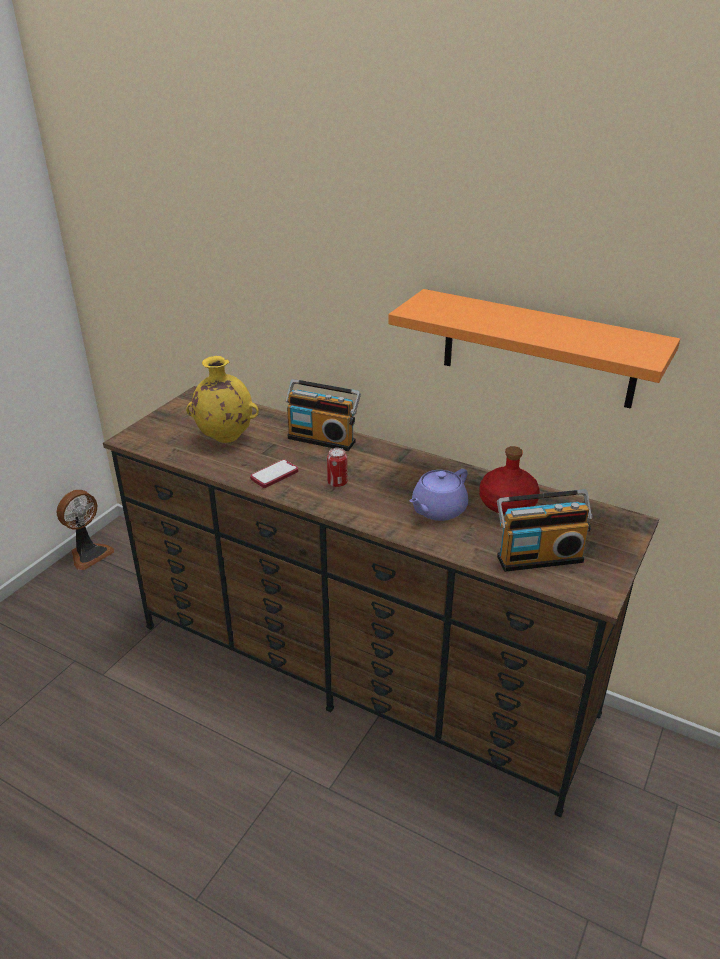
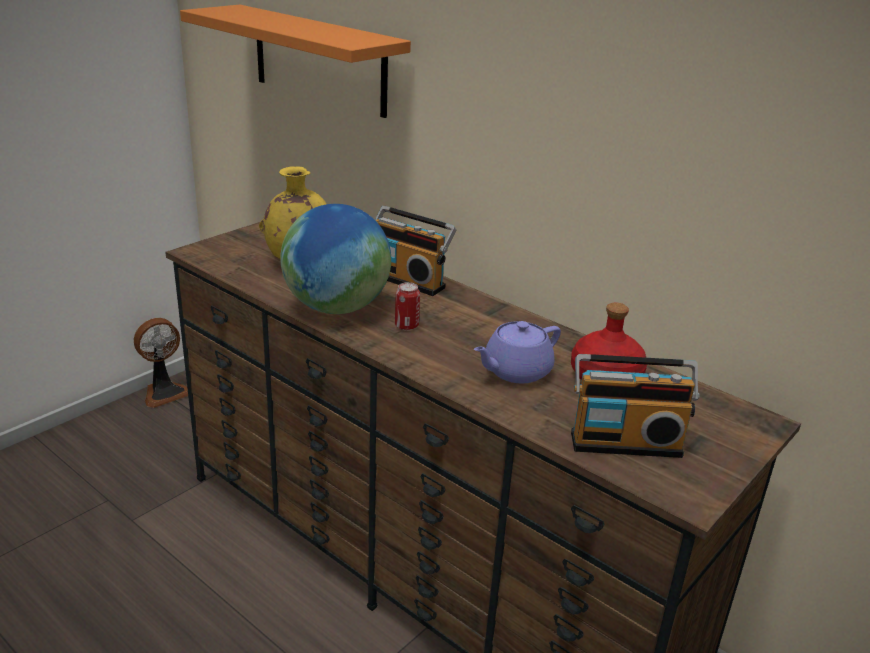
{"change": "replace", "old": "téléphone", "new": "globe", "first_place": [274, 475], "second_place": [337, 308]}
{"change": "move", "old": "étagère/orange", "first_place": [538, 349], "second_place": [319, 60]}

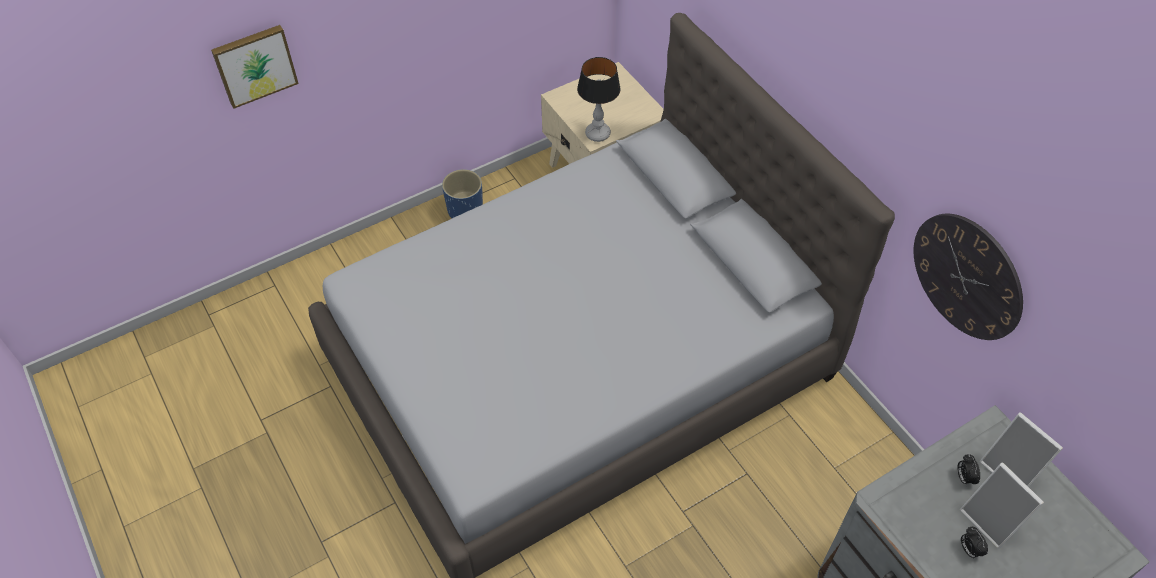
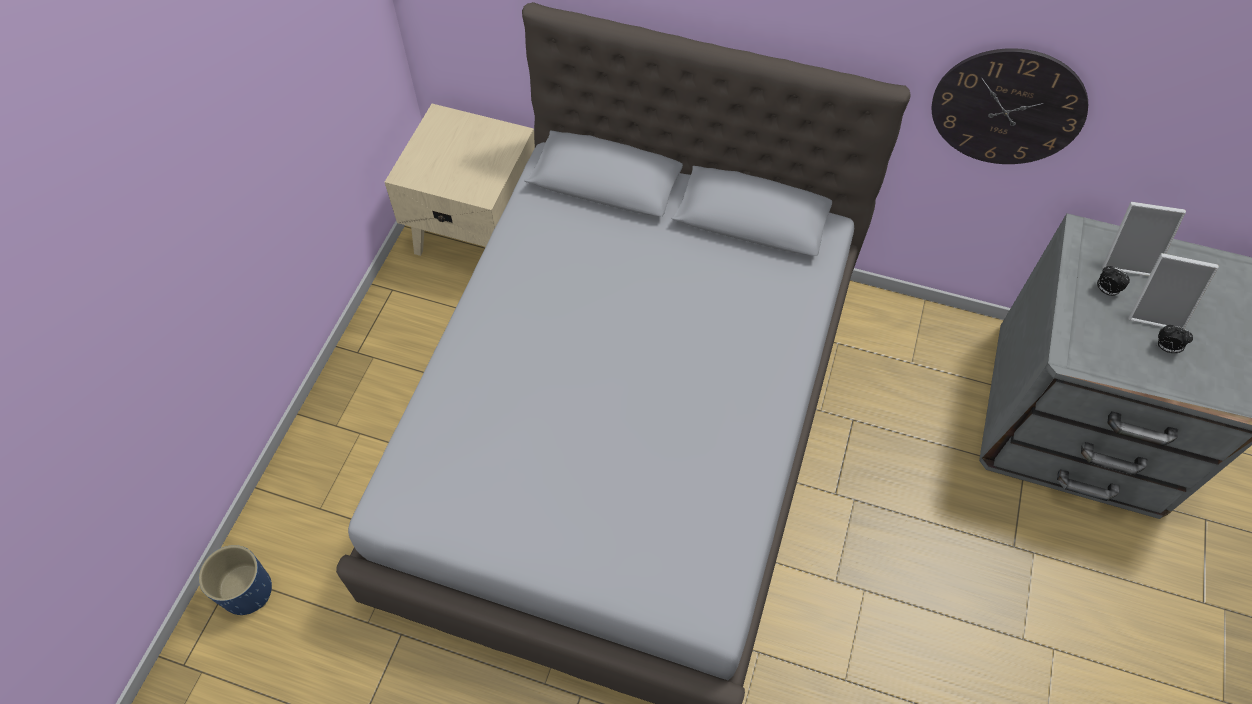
{"change": "delete", "old": "tableau", "first_place": [254, 64]}
{"change": "move", "old": "cache-pot/bleu", "first_place": [465, 210], "second_place": [247, 590]}
{"change": "delete", "old": "lampe de table", "first_place": [597, 134]}

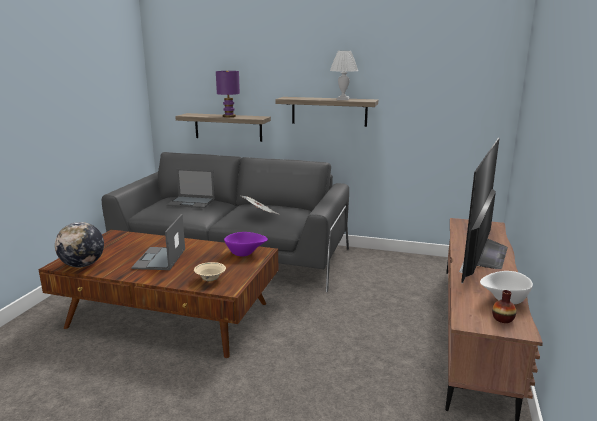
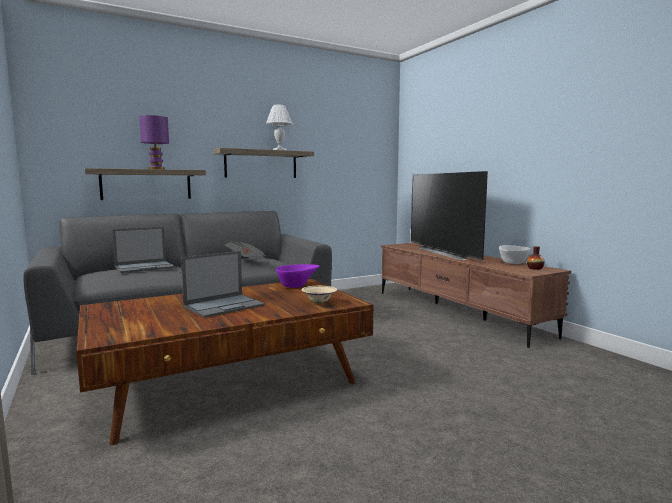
{"change": "delete", "old": "globe", "first_place": [83, 265]}
{"change": "rotate", "old": "ordinateur portable", "first_place": [159, 259], "second_place": [225, 306], "degrees": -90}

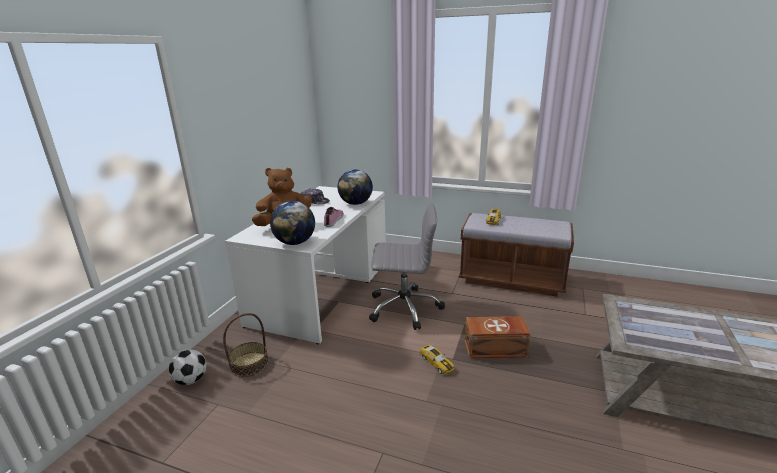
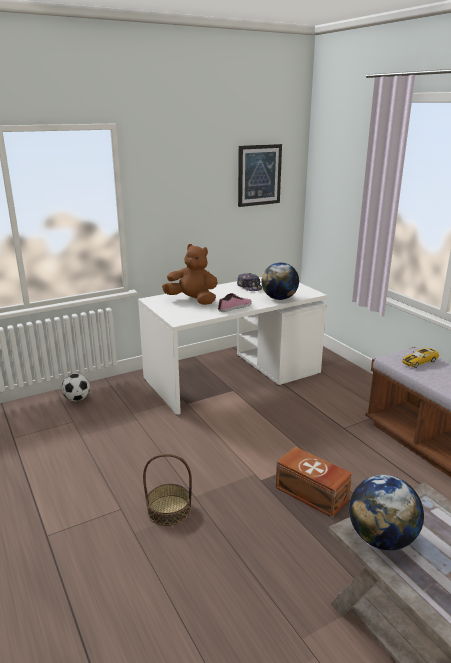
{"change": "move", "old": "panier", "first_place": [249, 364], "second_place": [169, 510]}
{"change": "move", "old": "globe", "first_place": [295, 243], "second_place": [381, 539]}
{"change": "delete", "old": "chaise de bureau/gris", "first_place": [405, 308]}
{"change": "delete", "old": "petite voiture", "first_place": [437, 363]}
{"change": "insert", "new": "tableau", "second_place": [259, 175]}

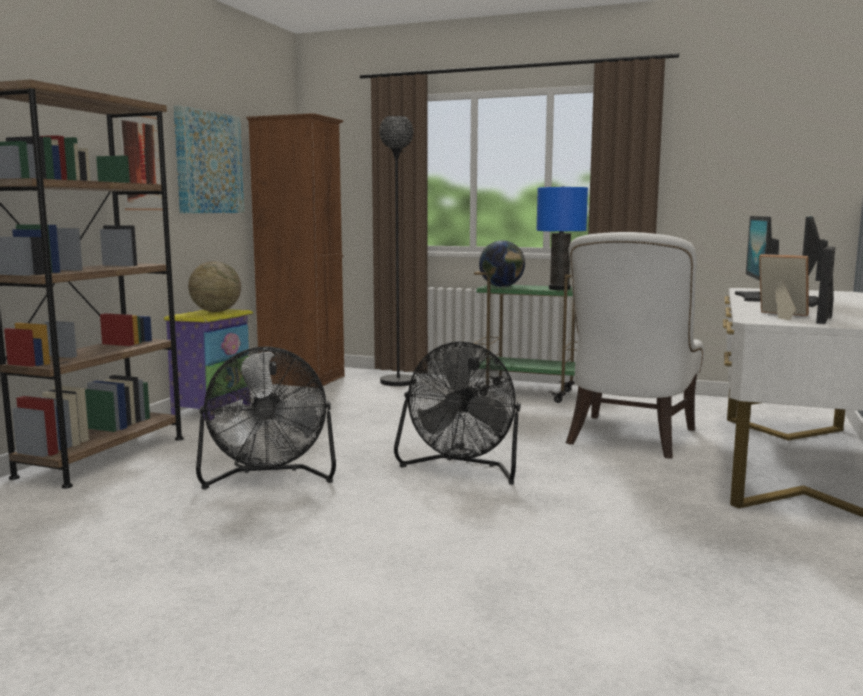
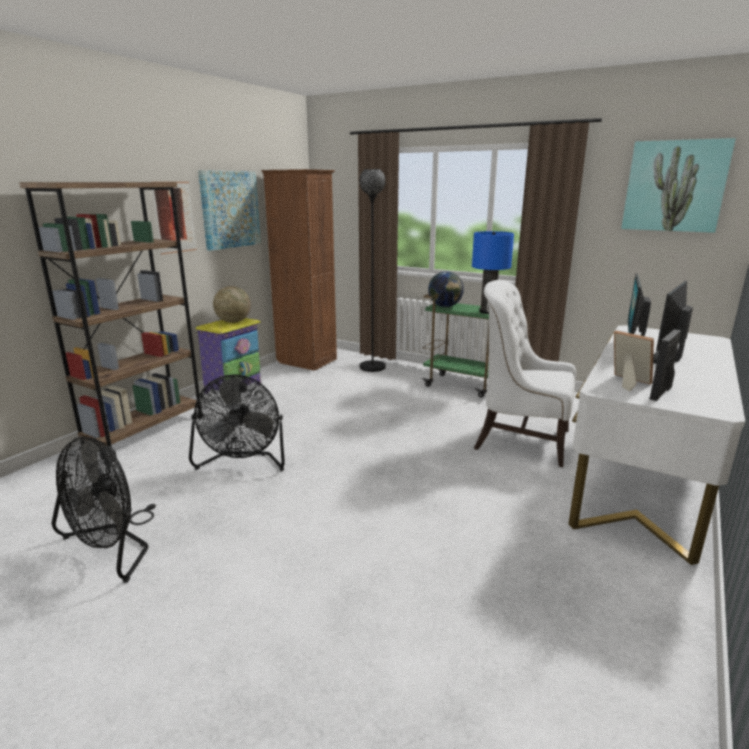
{"change": "move", "old": "ventilateur/noir", "first_place": [460, 467], "second_place": [114, 544]}
{"change": "rotate", "old": "chaise/blanc", "first_place": [629, 437], "second_place": [520, 439], "degrees": 75}
{"change": "insert", "new": "tableau", "second_place": [674, 186]}

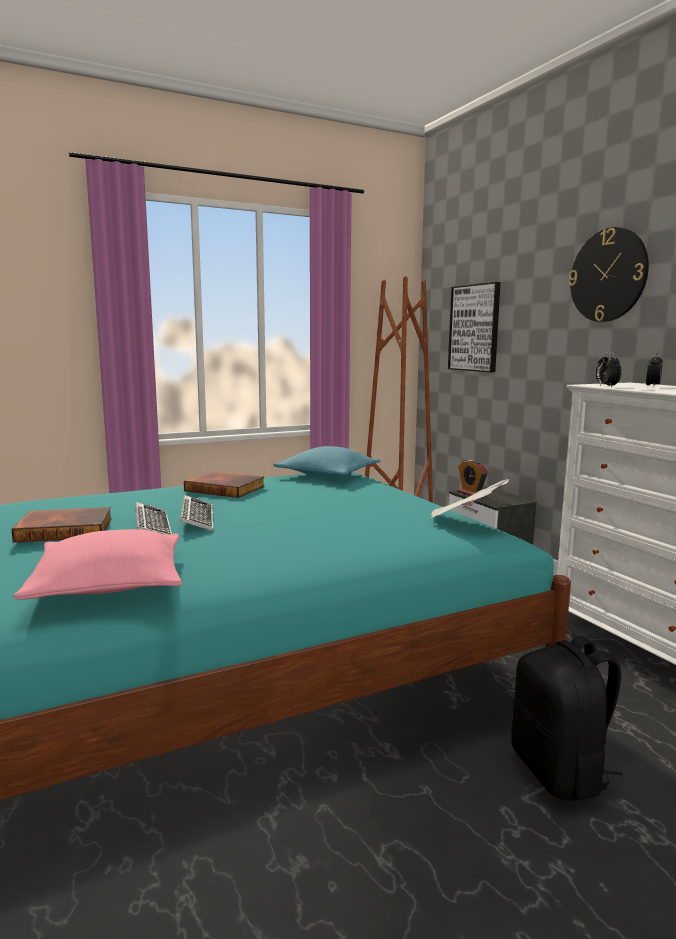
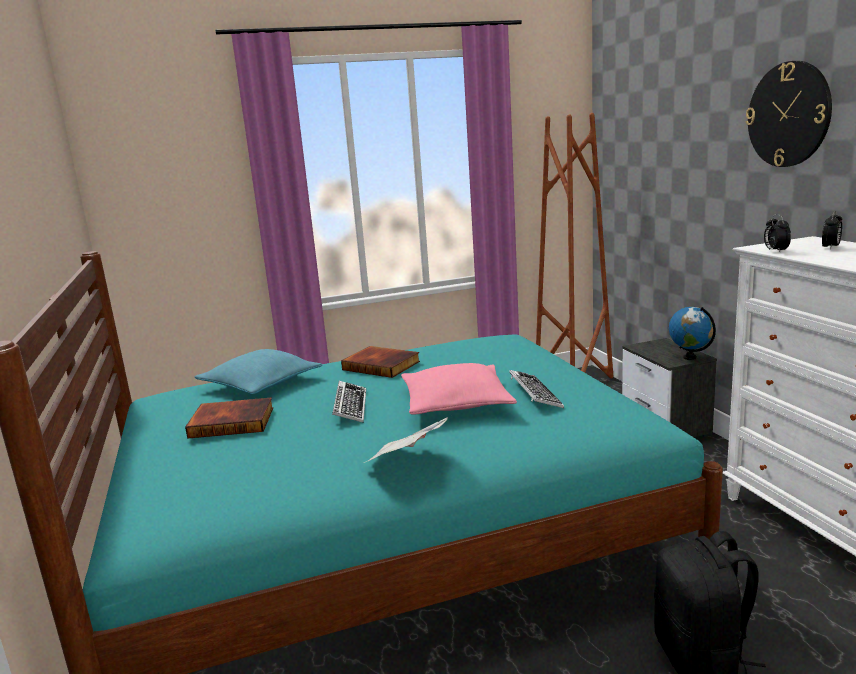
{"change": "move", "old": "coussin/rose", "first_place": [109, 583], "second_place": [456, 403]}
{"change": "move", "old": "clavier", "first_place": [152, 526], "second_place": [534, 394]}
{"change": "move", "old": "coussin/turquoise", "first_place": [327, 475], "second_place": [260, 384]}
{"change": "move", "old": "journal", "first_place": [464, 520], "second_place": [408, 461]}
{"change": "delete", "old": "tableau", "first_place": [474, 328]}
{"change": "delete", "old": "réveil", "first_place": [471, 493]}
{"change": "insert", "new": "globe", "second_place": [690, 357]}

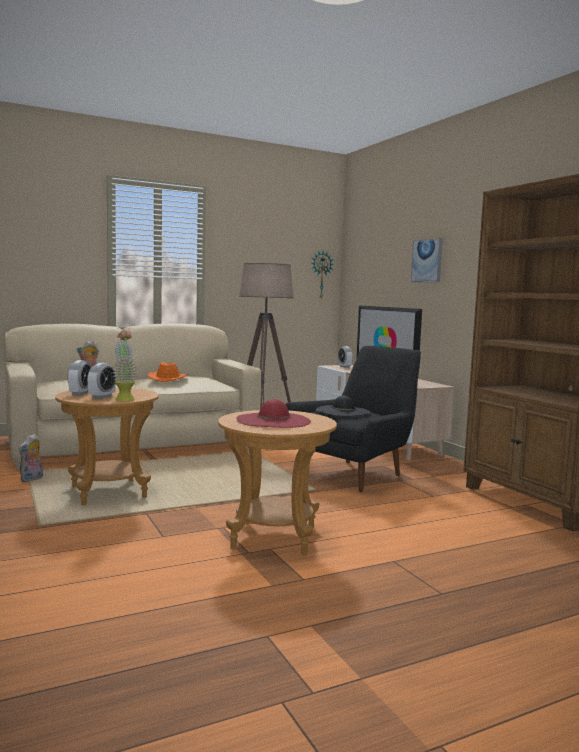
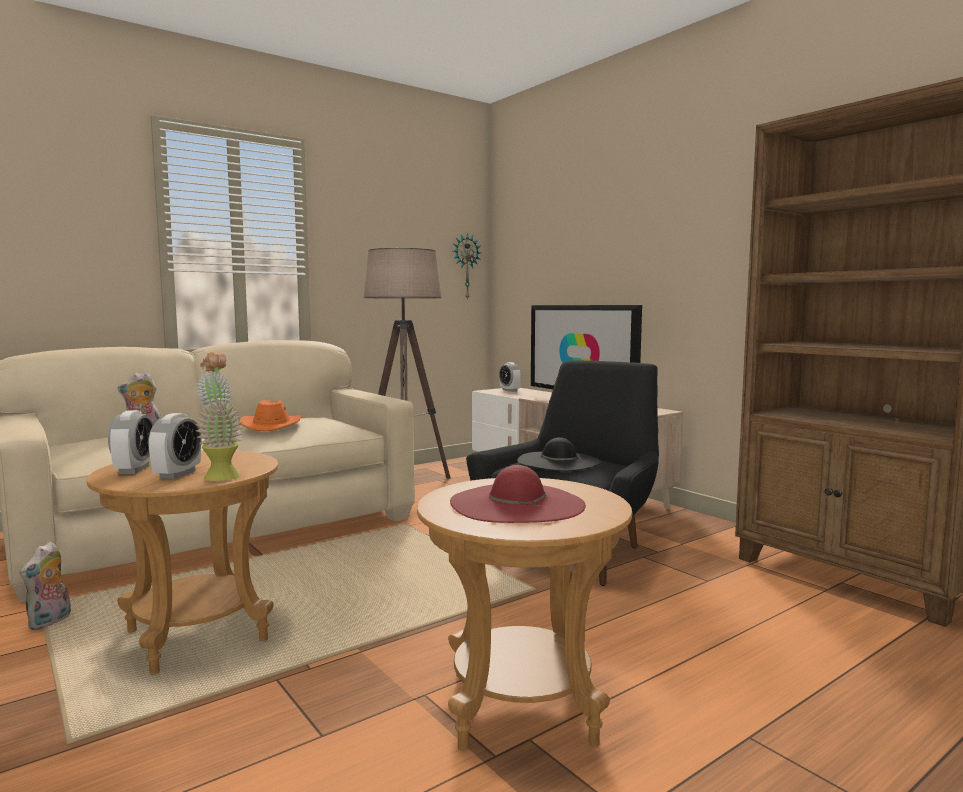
{"change": "delete", "old": "tableau", "first_place": [427, 261]}

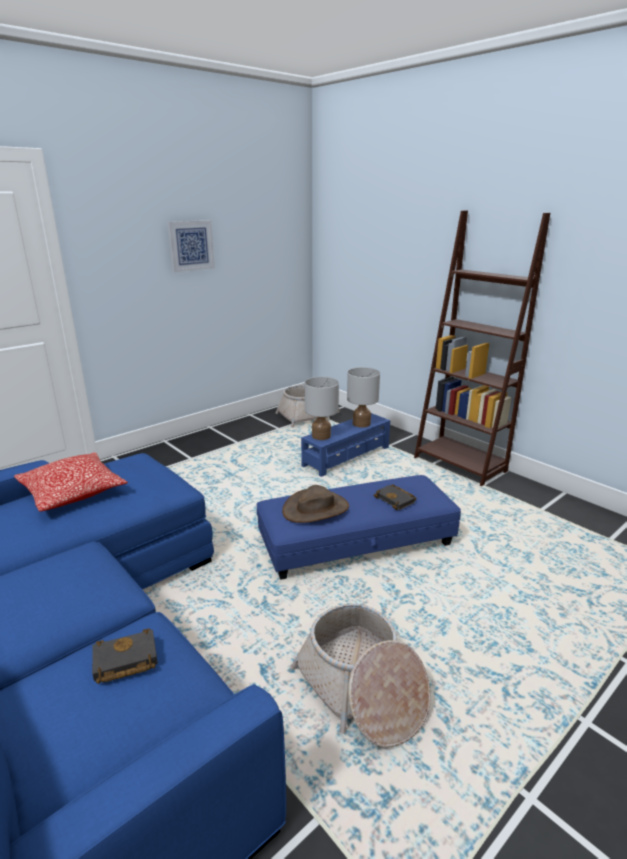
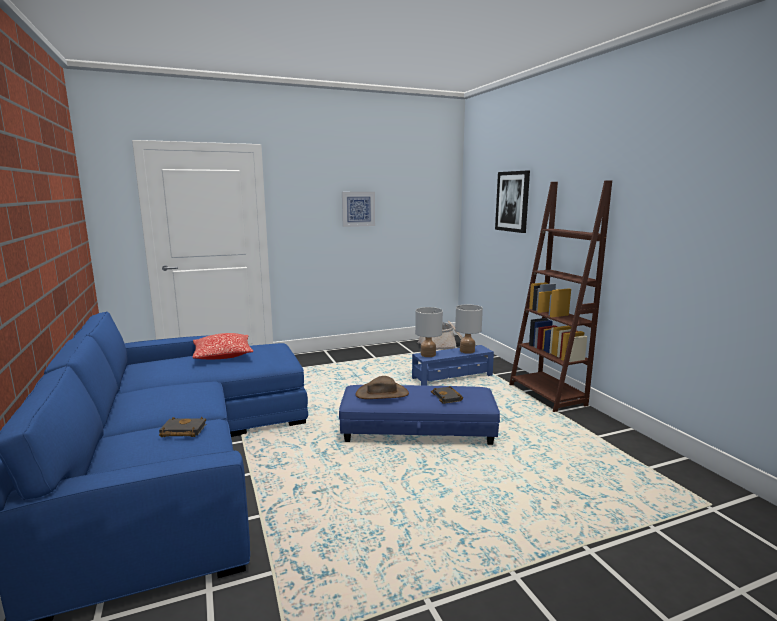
{"change": "delete", "old": "panier", "first_place": [361, 690]}
{"change": "insert", "new": "tableau", "second_place": [512, 201]}

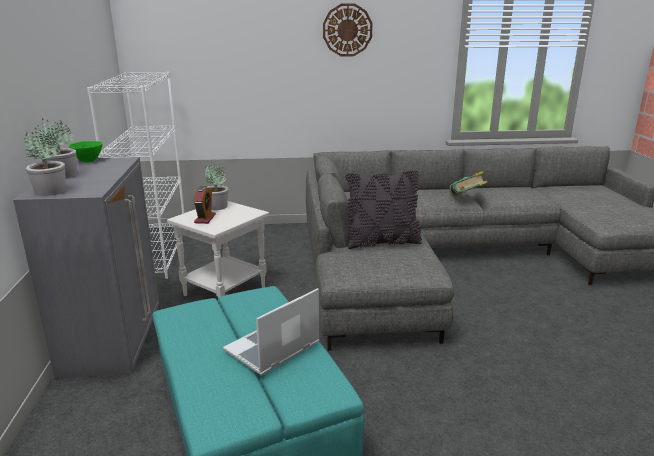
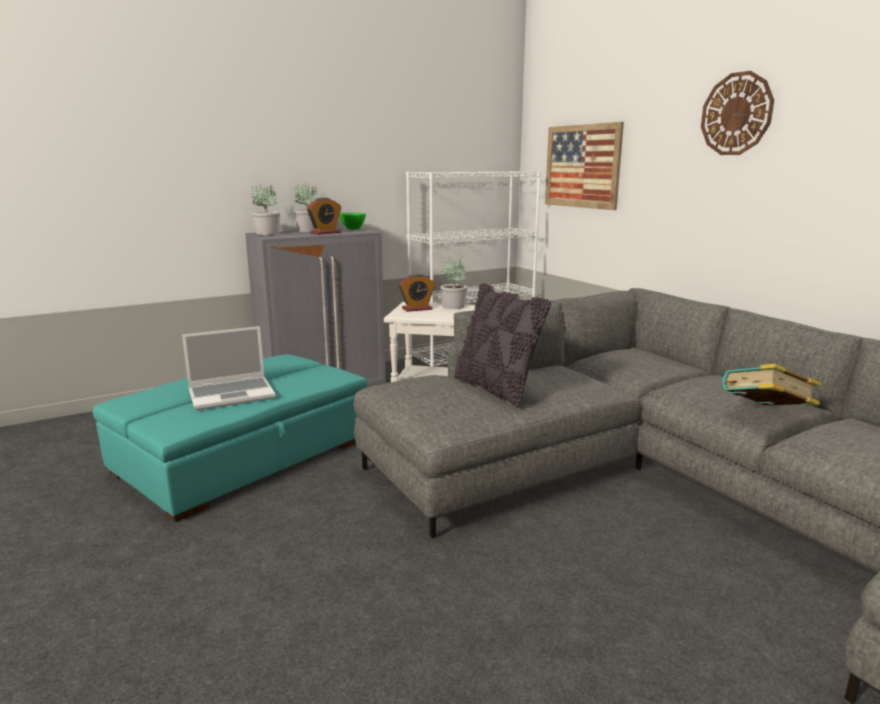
{"change": "rotate", "old": "ordinateur portable", "first_place": [272, 348], "second_place": [232, 394], "degrees": 135}
{"change": "insert", "new": "réveil", "second_place": [325, 233]}
{"change": "insert", "new": "tableau", "second_place": [582, 166]}

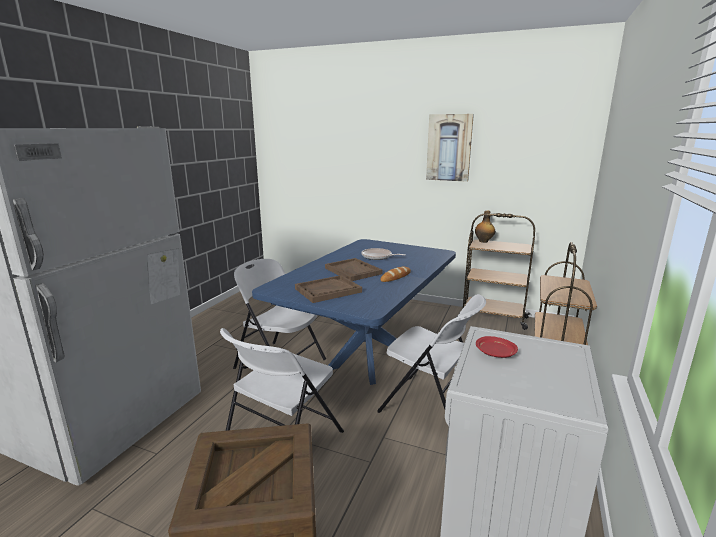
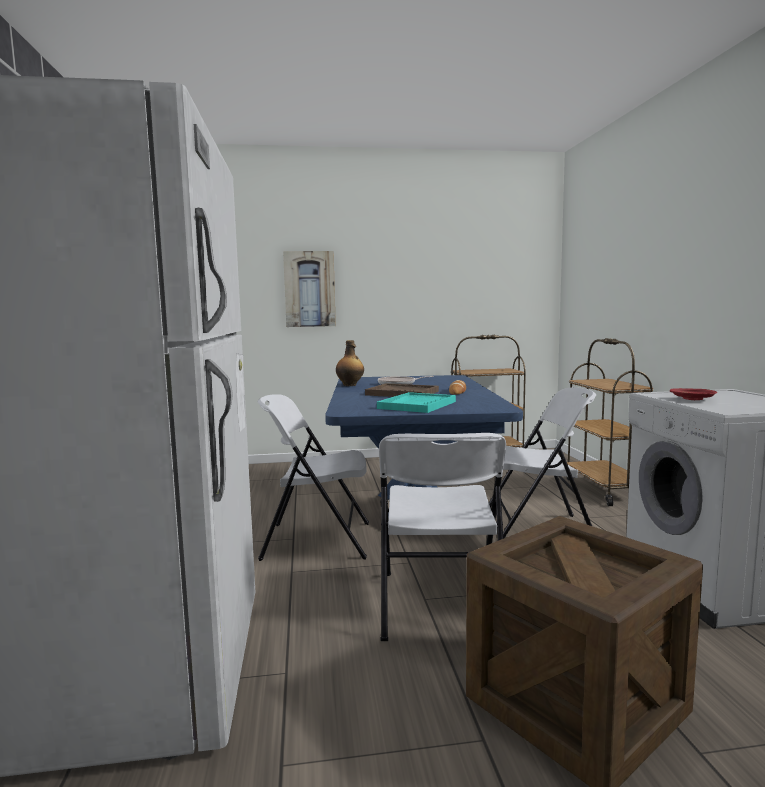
{"change": "recolor", "old": "plateau/marron", "new": "plateau/turquoise", "first_place": [328, 290], "second_place": [417, 405]}
{"change": "move", "old": "tableau", "first_place": [449, 147], "second_place": [309, 289]}
{"change": "move", "old": "bouteille", "first_place": [483, 241], "second_place": [350, 385]}

